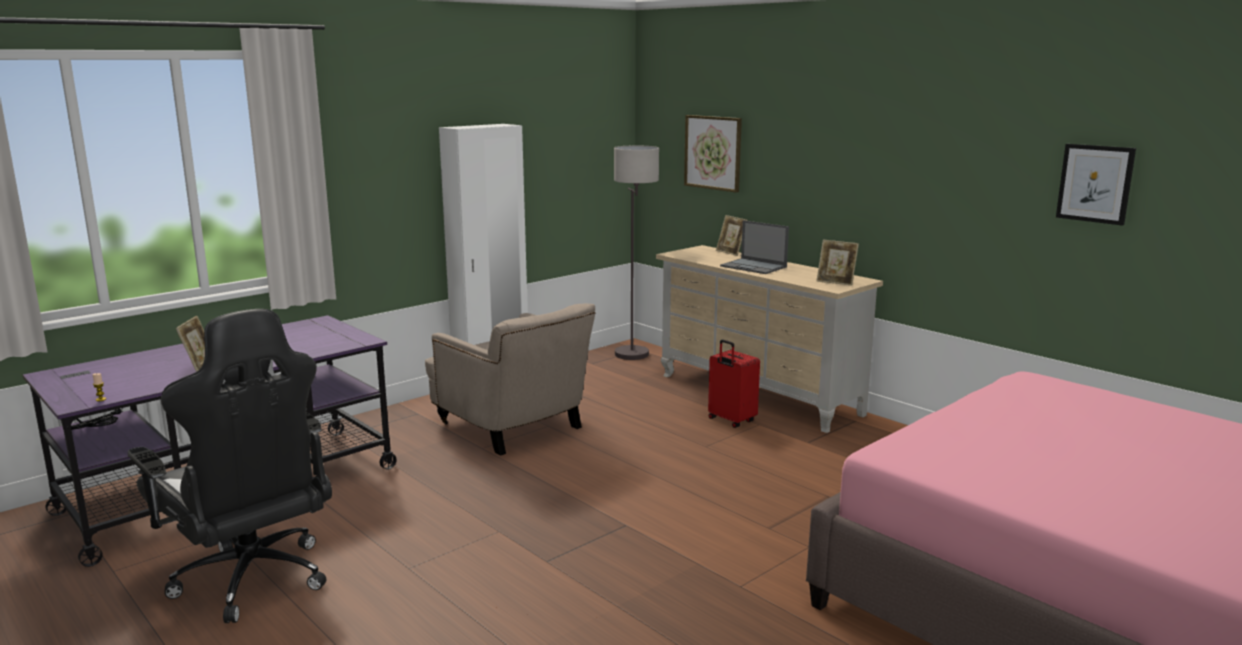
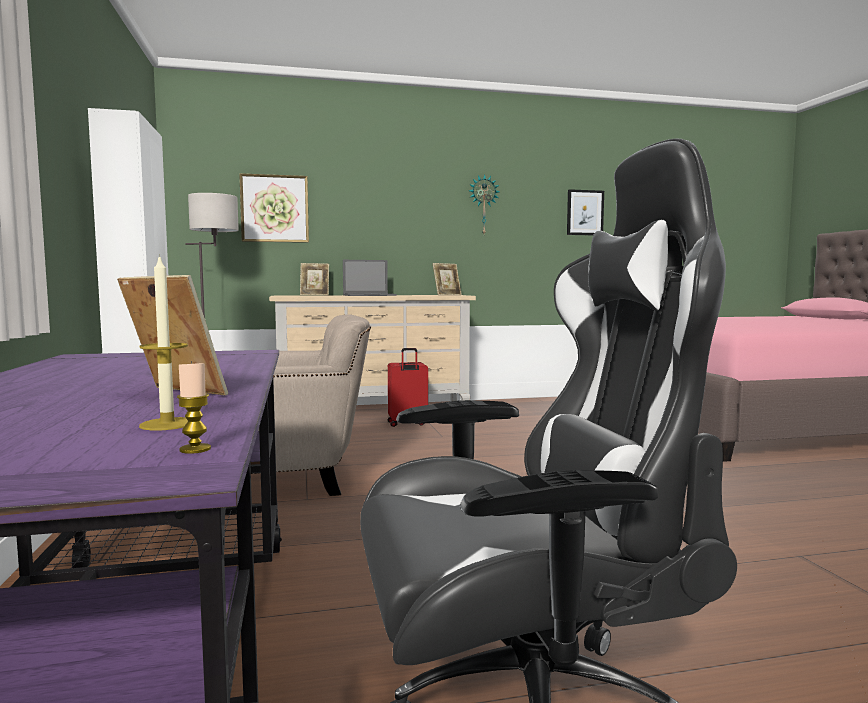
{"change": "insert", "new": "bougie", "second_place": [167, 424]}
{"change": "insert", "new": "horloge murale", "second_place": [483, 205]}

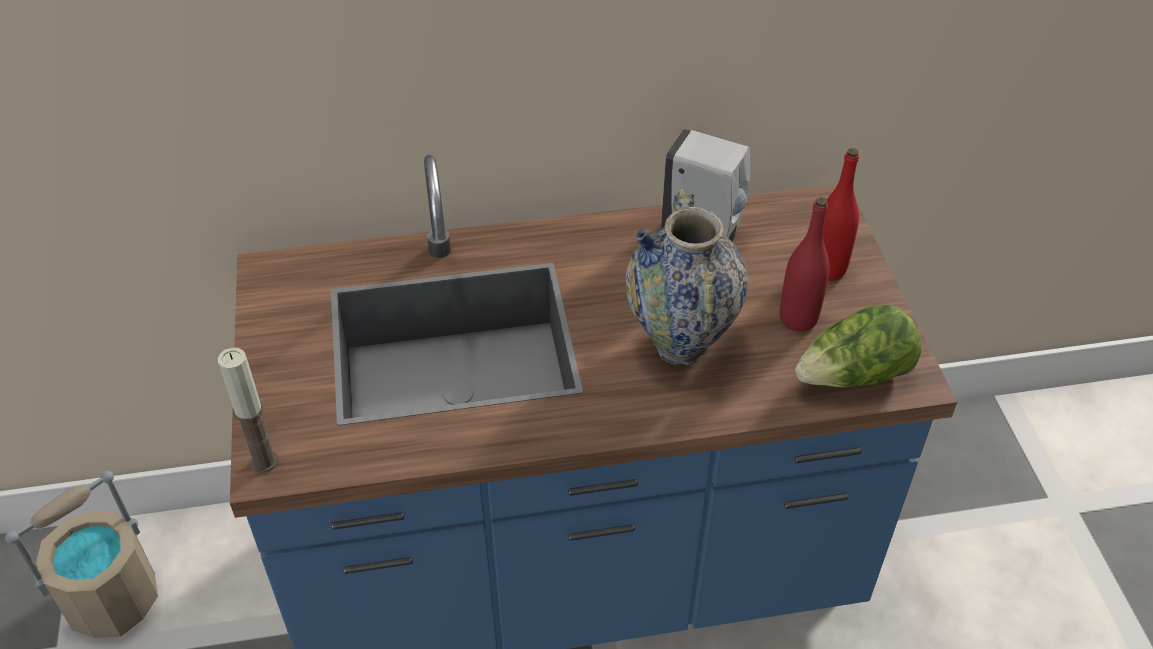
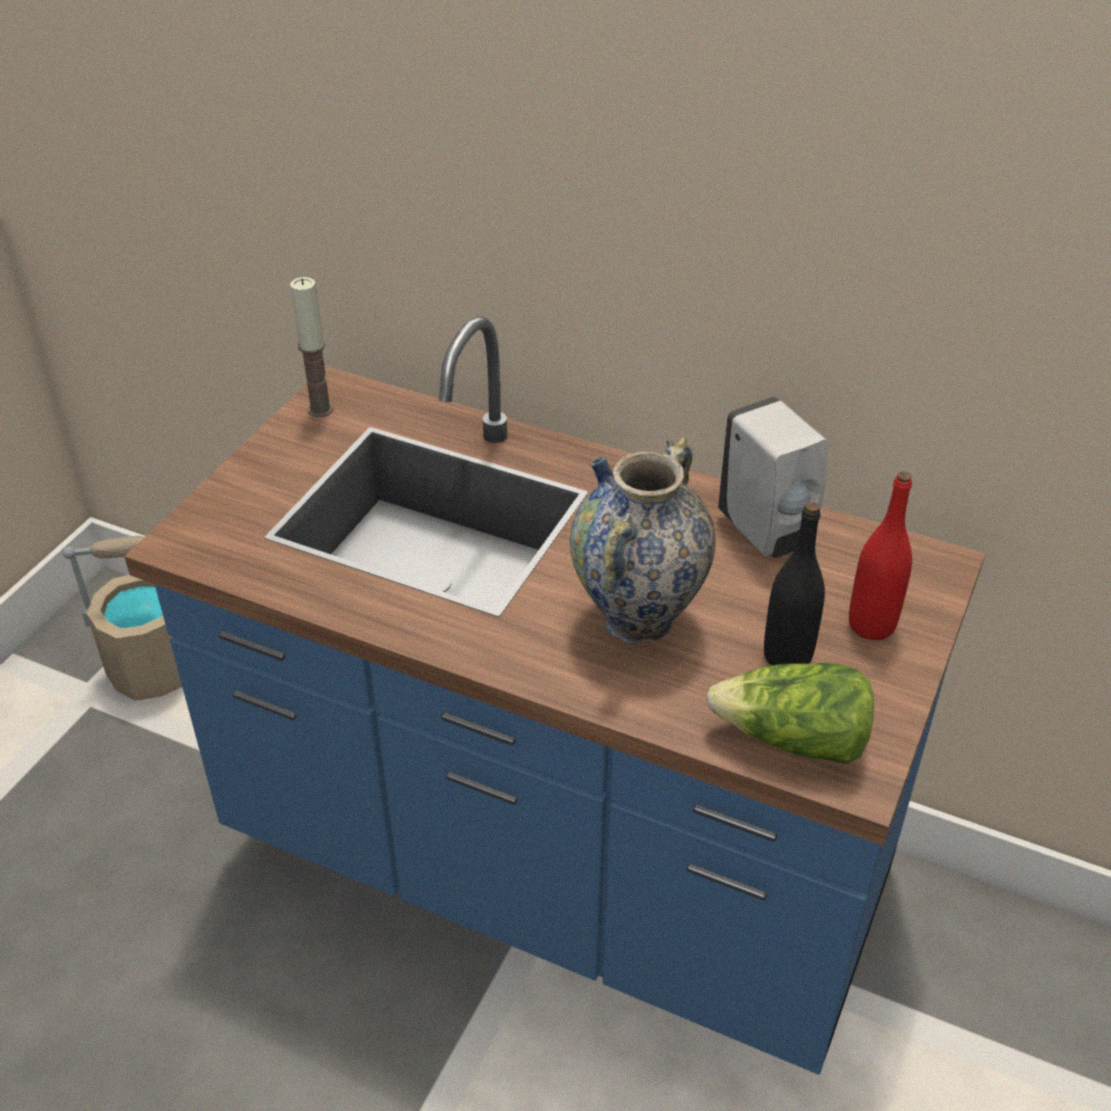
{"change": "move", "old": "bougie", "first_place": [264, 461], "second_place": [320, 409]}
{"change": "recolor", "old": "bouteille/rouge", "new": "bouteille/noir", "first_place": [798, 319], "second_place": [787, 656]}

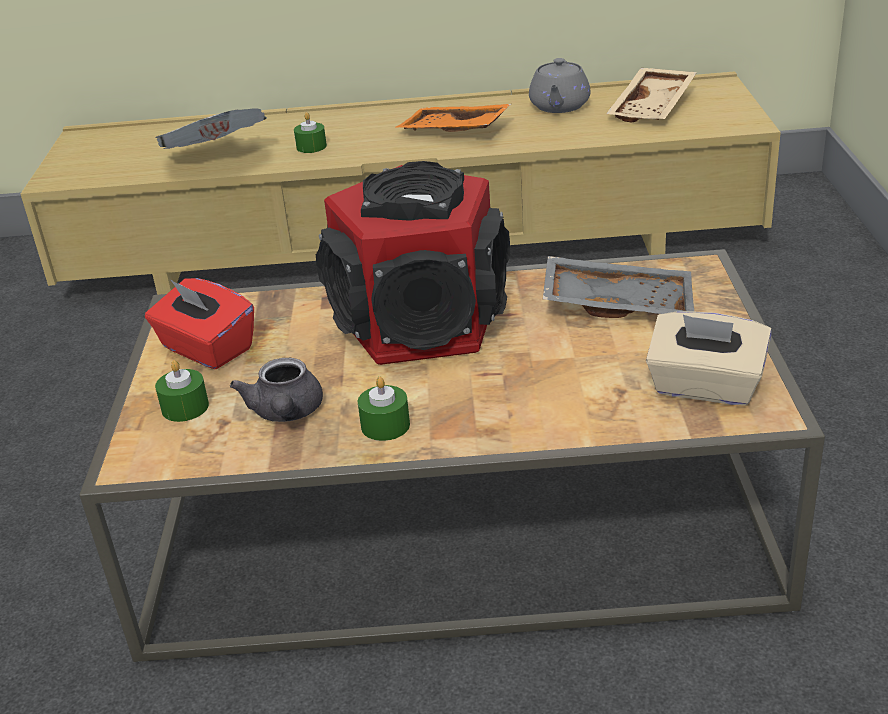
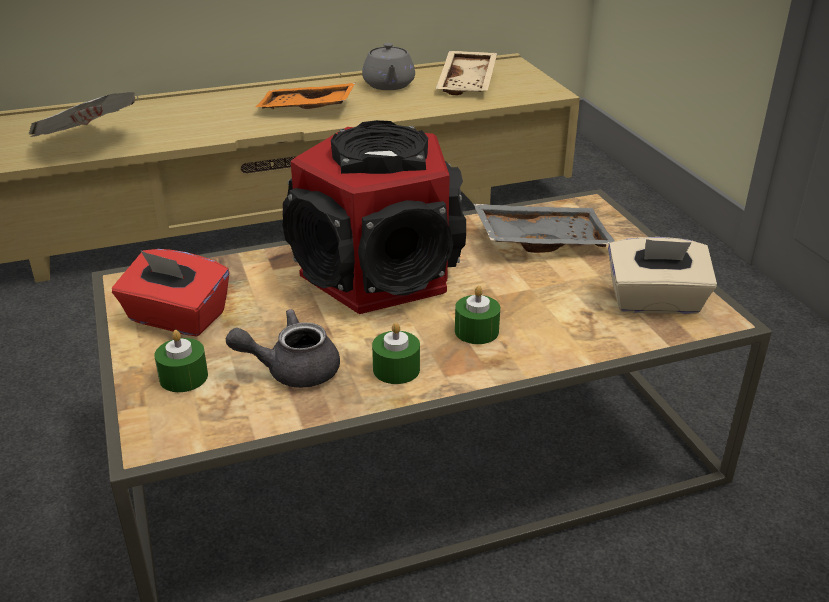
{"change": "rotate", "old": "théière/gris", "first_place": [286, 413], "second_place": [292, 370], "degrees": 105}
{"change": "move", "old": "bougie/vert", "first_place": [311, 147], "second_place": [476, 331]}

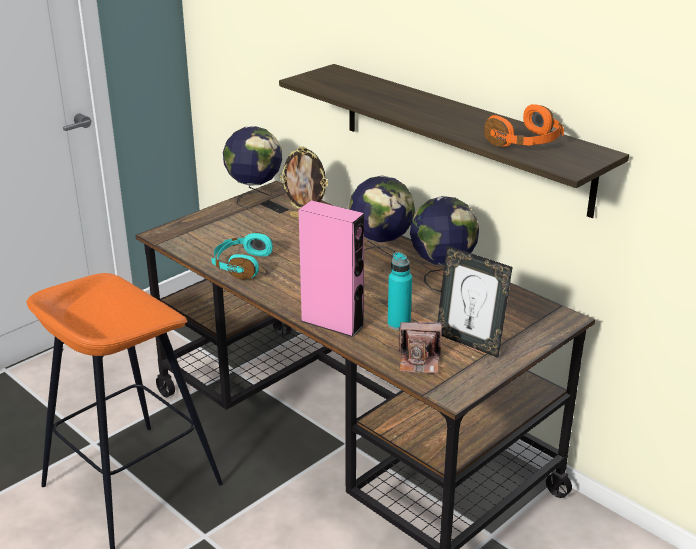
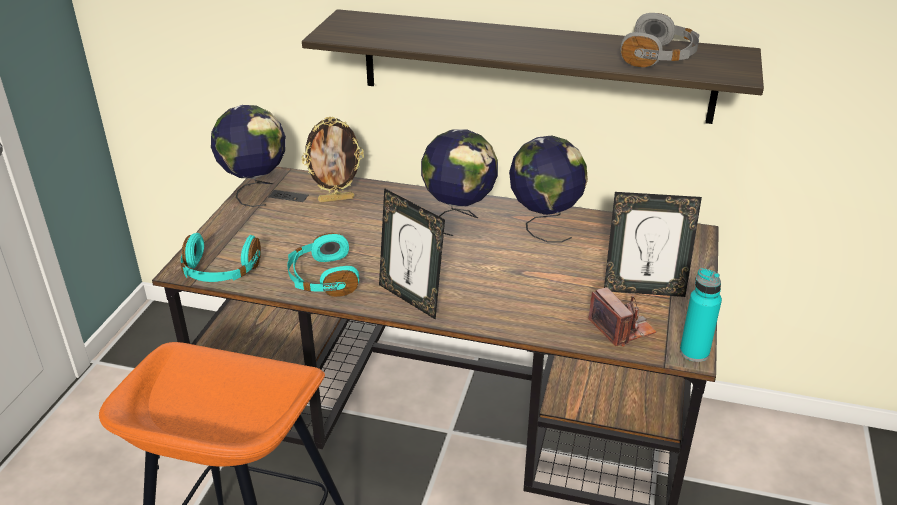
{"change": "delete", "old": "enceinte/rose", "first_place": [332, 323]}
{"change": "move", "old": "bouteille/turquoise", "first_place": [399, 324], "second_place": [694, 352]}
{"change": "rotate", "old": "appareil photo", "first_place": [419, 361], "second_place": [621, 328], "degrees": -90}
{"change": "recolor", "old": "casque audio/orange", "new": "casque audio/gris", "first_place": [526, 143], "second_place": [660, 57]}
{"change": "insert", "new": "casque audio/turquoise", "second_place": [220, 272]}
{"change": "insert", "new": "cadre photo", "second_place": [411, 298]}

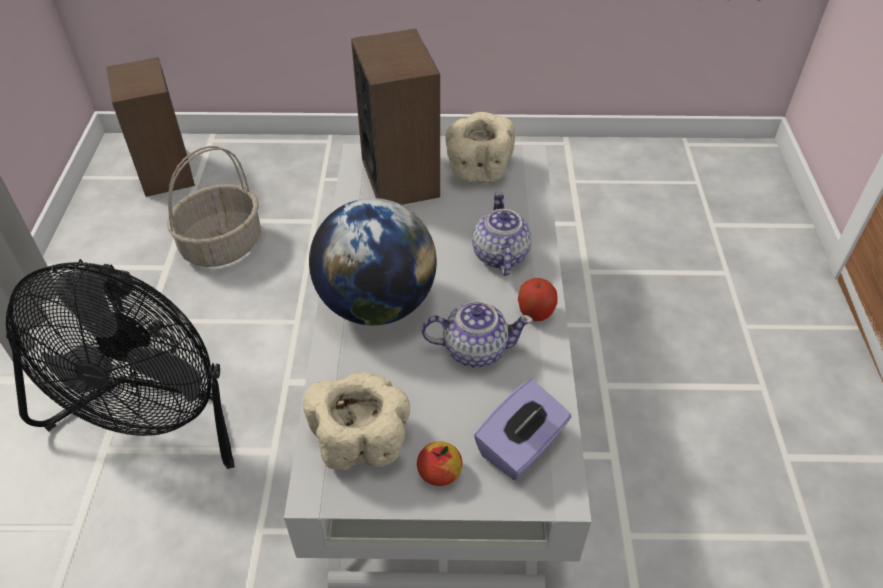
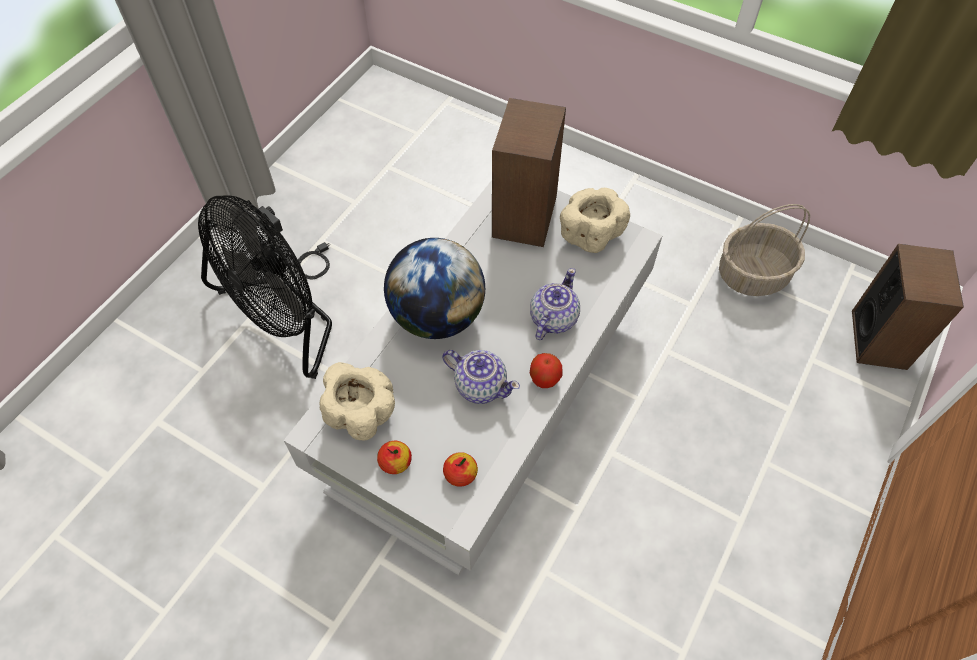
{"change": "move", "old": "enceinte", "first_place": [166, 172], "second_place": [879, 339]}
{"change": "move", "old": "panier", "first_place": [222, 244], "second_place": [753, 274]}
{"change": "replace", "old": "boîte à mouchoirs/violet", "new": "pomme", "first_place": [521, 447], "second_place": [460, 474]}

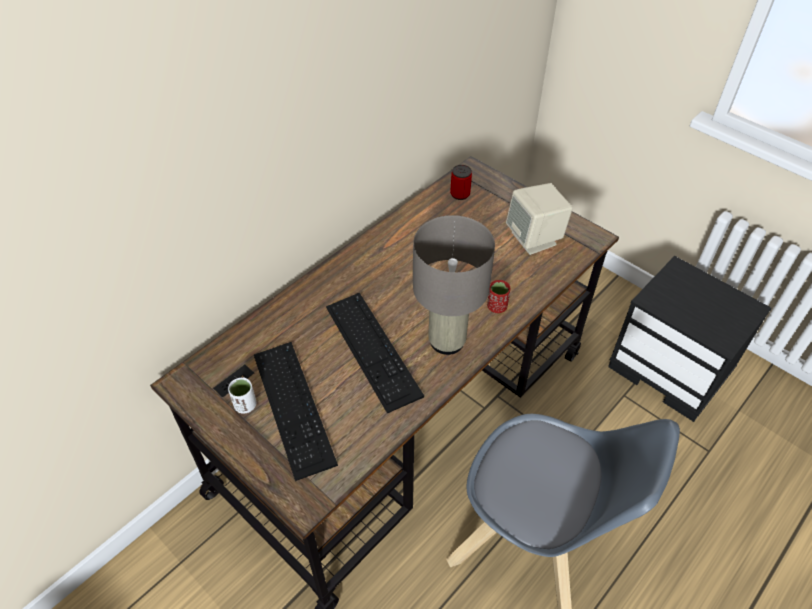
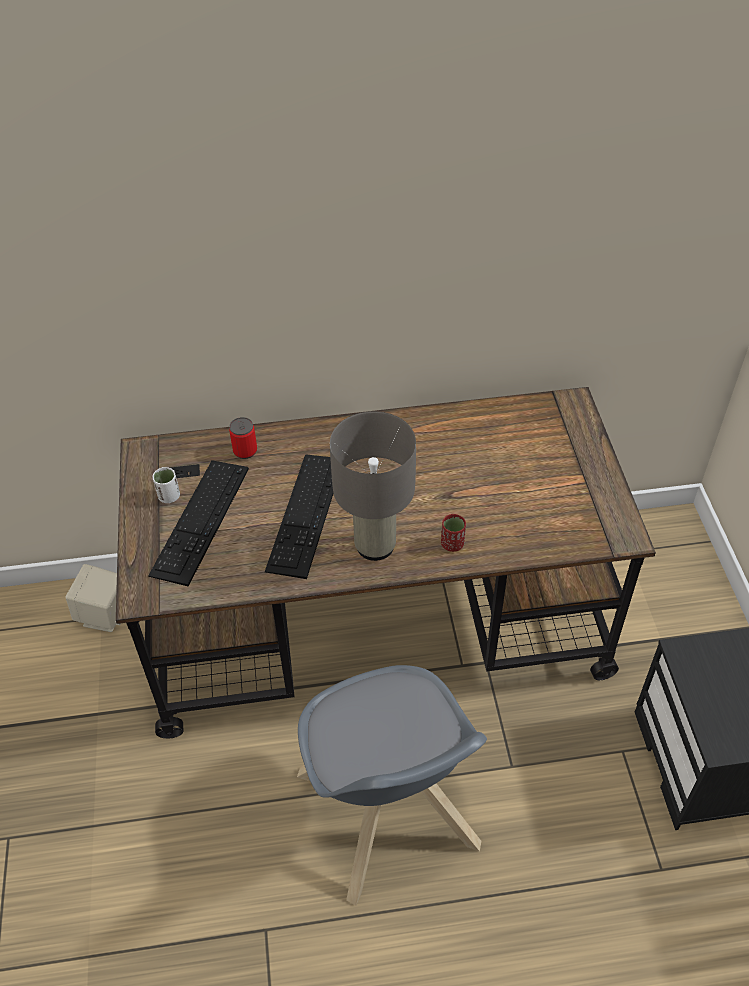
{"change": "move", "old": "boîte métallique", "first_place": [460, 194], "second_place": [245, 451]}
{"change": "move", "old": "enceinte/beige", "first_place": [534, 238], "second_place": [105, 615]}

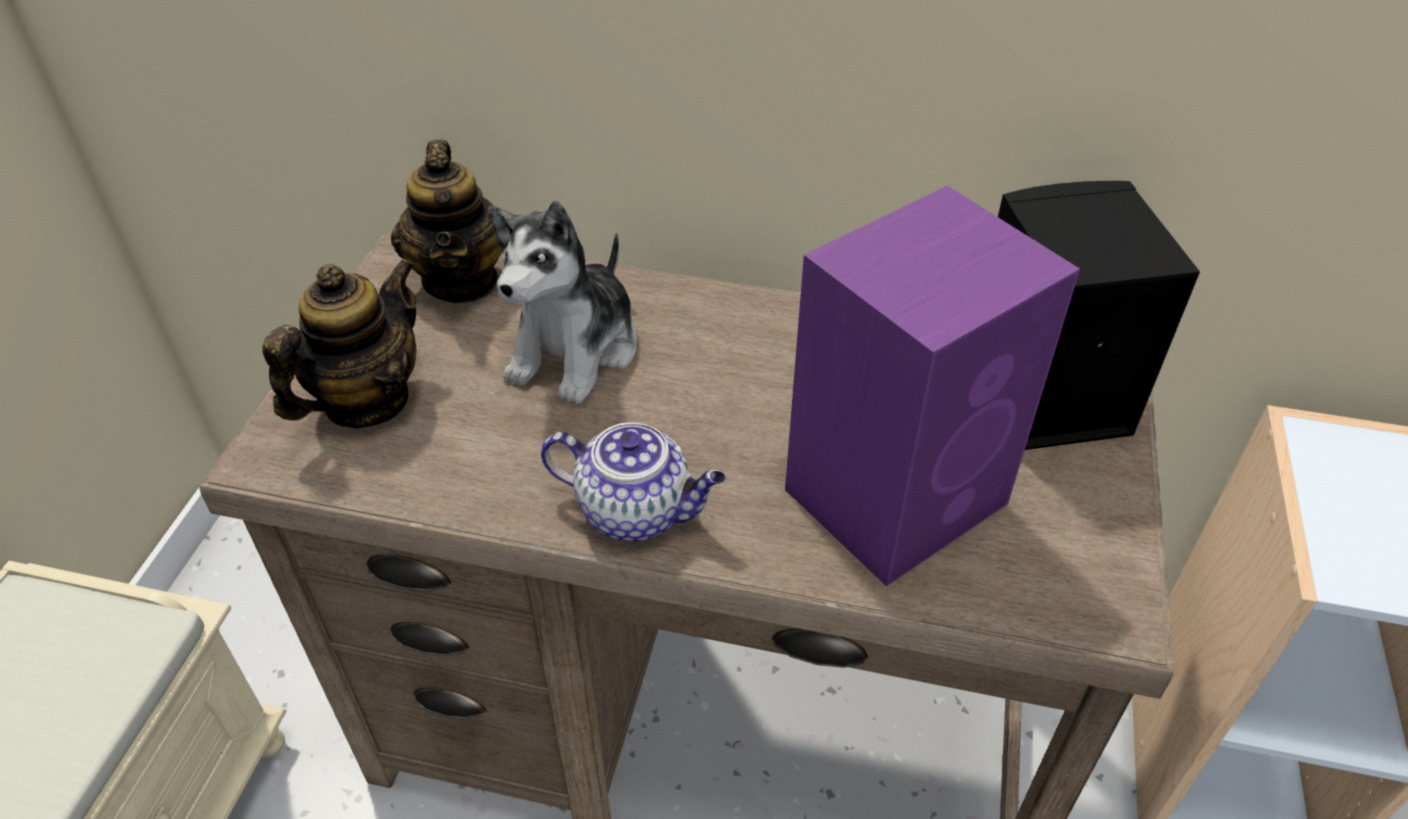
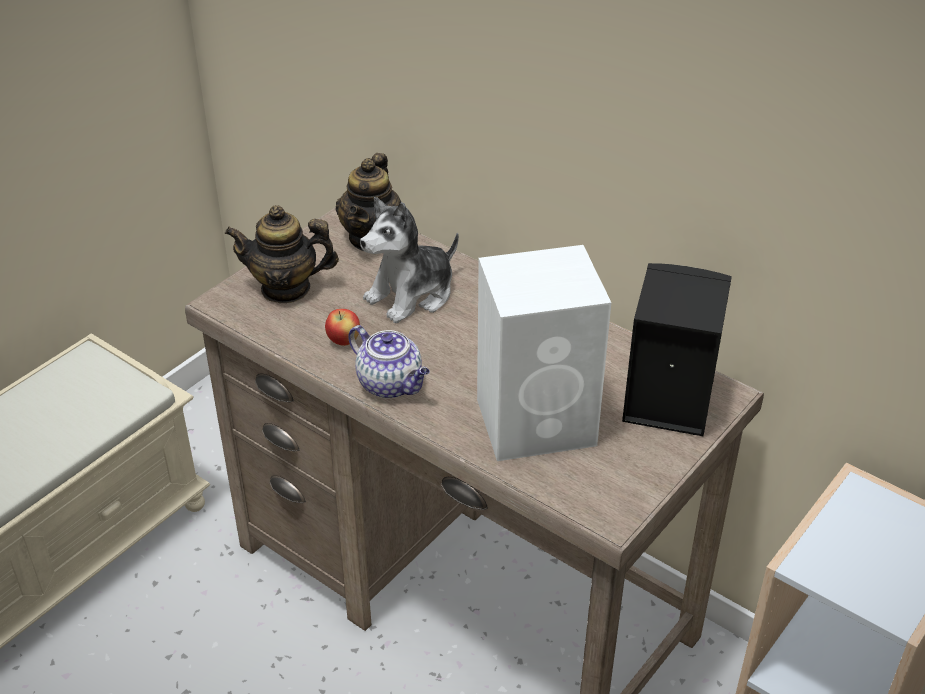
{"change": "rotate", "old": "théière", "first_place": [366, 401], "second_place": [286, 288], "degrees": -150}
{"change": "recolor", "old": "enceinte/violet", "new": "enceinte/blanc", "first_place": [899, 494], "second_place": [539, 422]}
{"change": "insert", "new": "pomme", "second_place": [344, 341]}

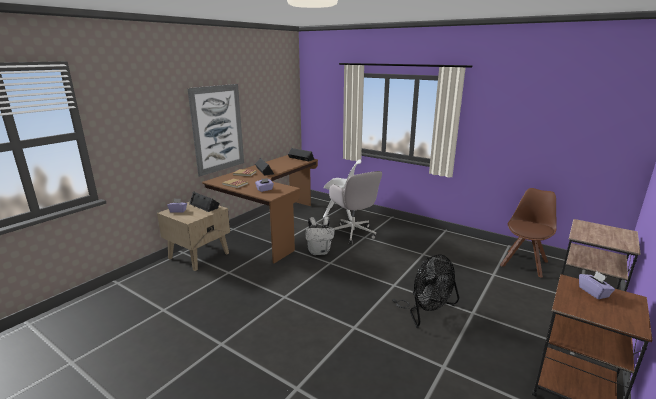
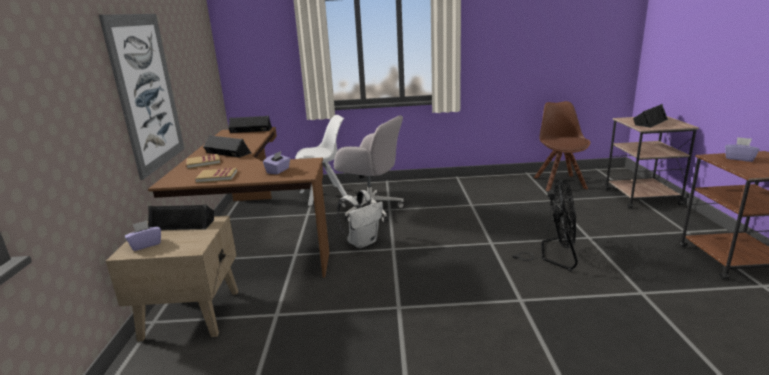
{"change": "insert", "new": "enceinte/noir", "second_place": [649, 122]}

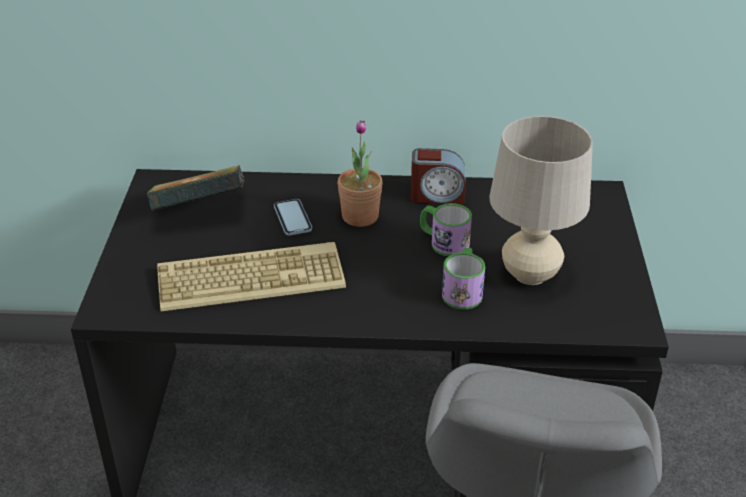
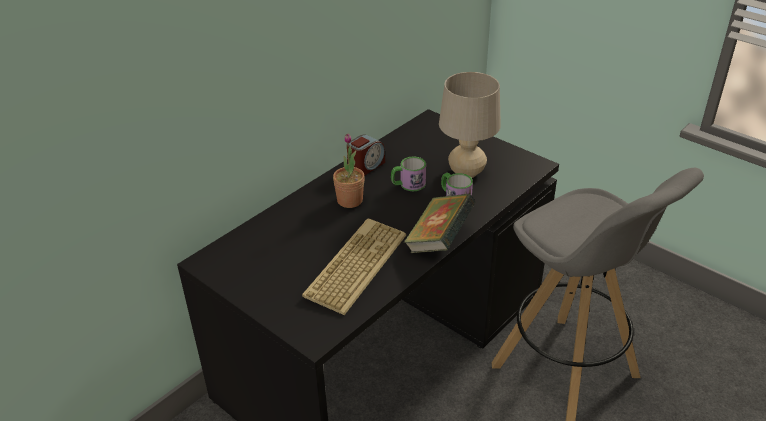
{"change": "move", "old": "livre", "first_place": [200, 212], "second_place": [439, 241]}
{"change": "delete", "old": "téléphone", "first_place": [292, 219]}

